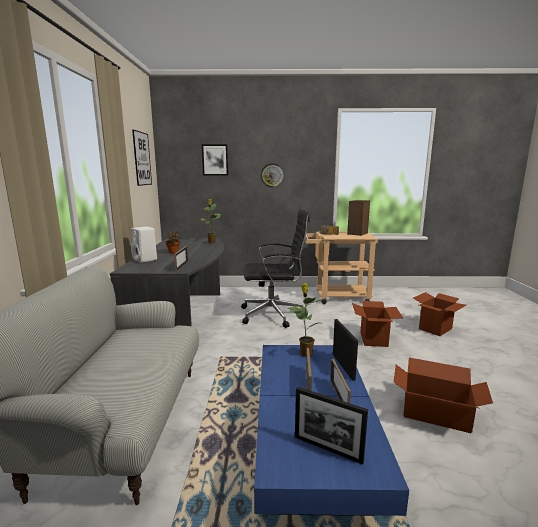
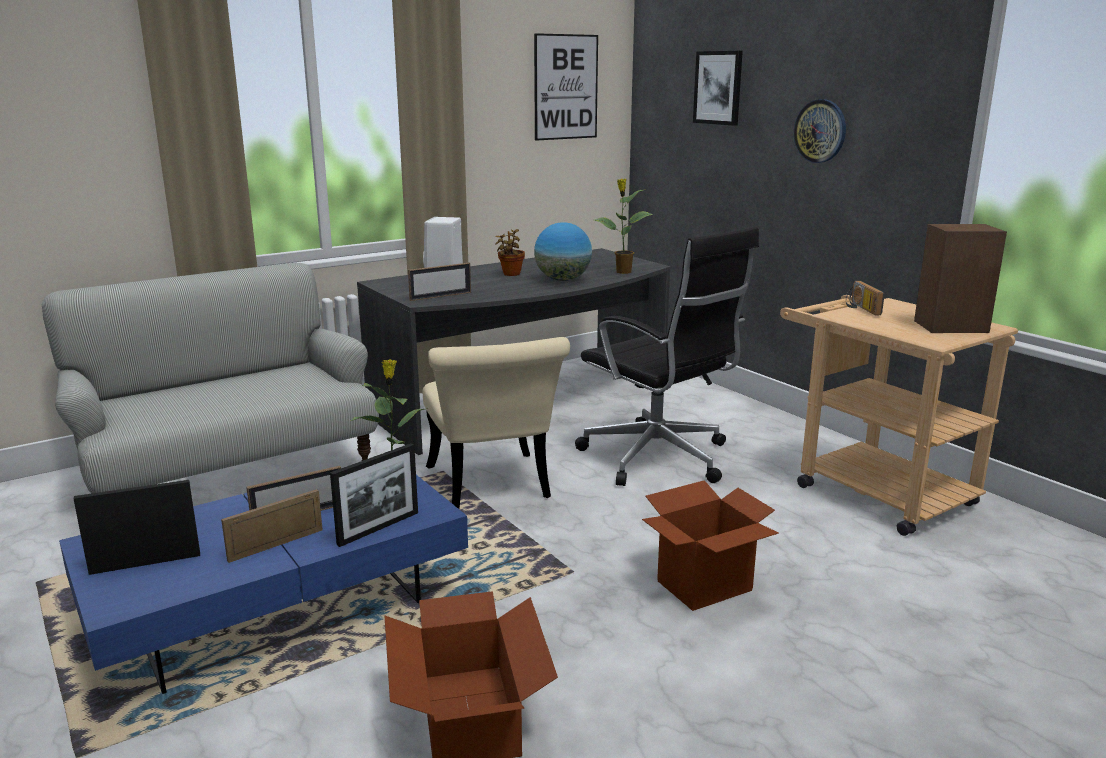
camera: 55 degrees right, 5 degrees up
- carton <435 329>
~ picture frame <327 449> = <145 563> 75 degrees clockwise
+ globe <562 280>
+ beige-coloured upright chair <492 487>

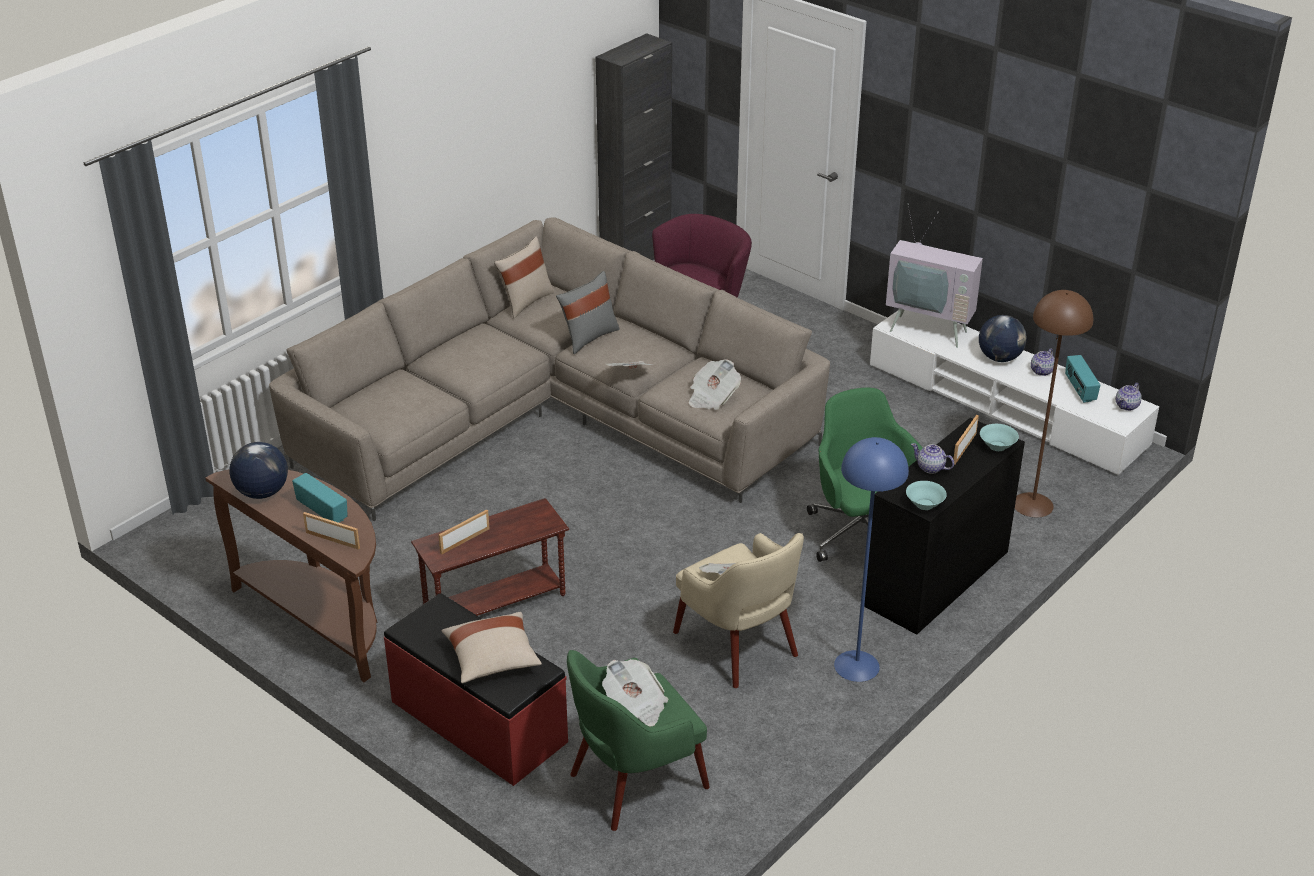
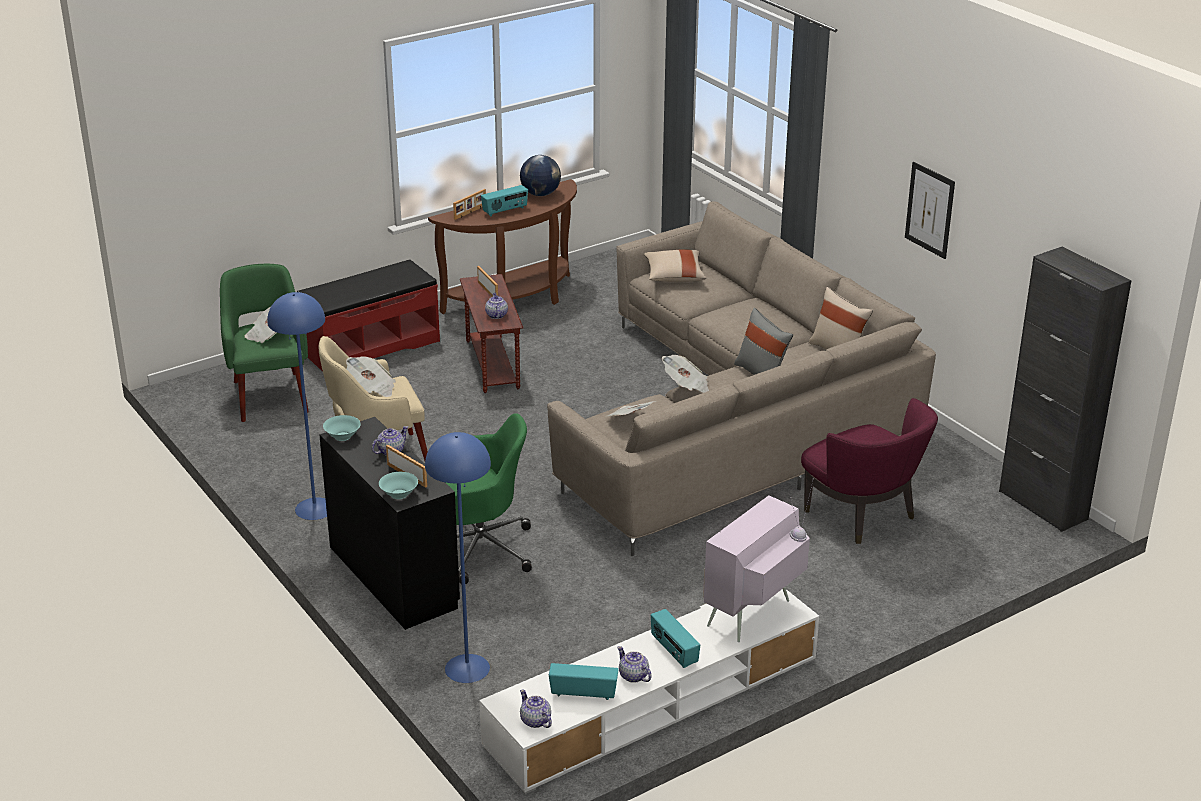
camera: 105 degrees right, 5 degrees down
~ brownish standing lamp <1033 505> to bluish standing lamp <467 668>
~ globe <999 358> to radio set <673 651>
~ beige-coloured throw pillow <492 659> to <674 276>
+ picture <929 210>
+ tea pot <496 315>

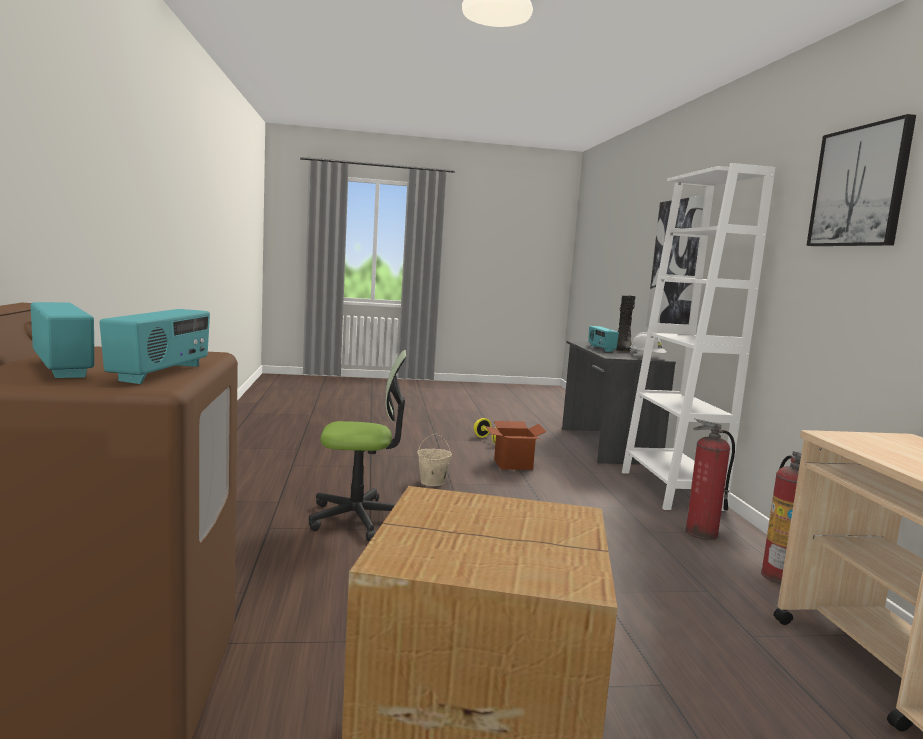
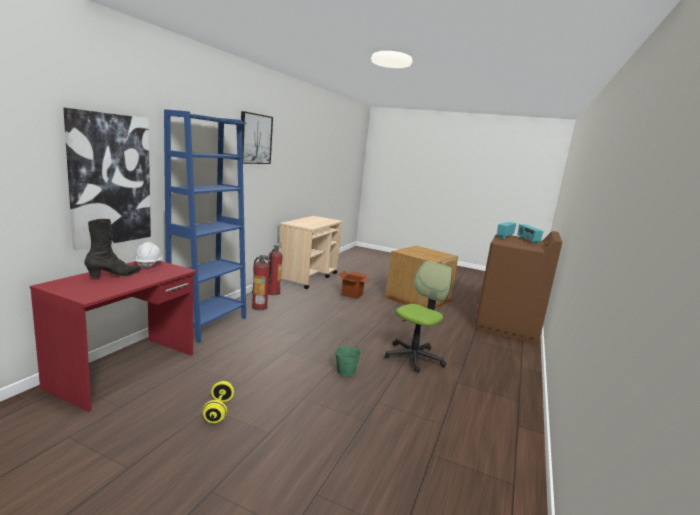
camera: 150 degrees left, 5 degrees up
~ white-coloured shelving unit <670 490> to bluish shelving unit <208 324>
- radio set <601 348>
~ greyish desk table <606 445> to red-coloured desk table <126 370>
~ office chair <359 518> = <414 357> 105 degrees clockwise
~ carton <513 464> to <352 294>
~ beige-coloured bucket <432 482> to greenish bucket <346 371>

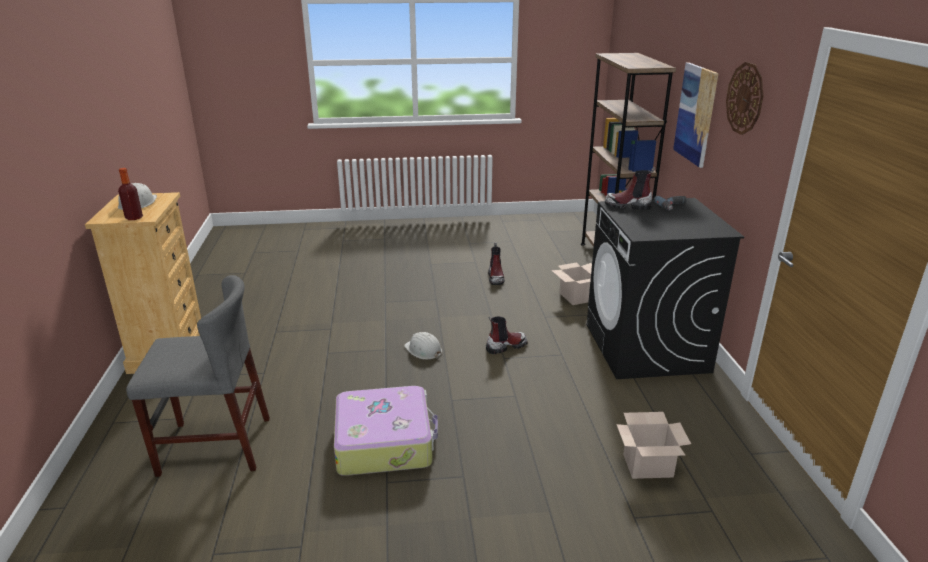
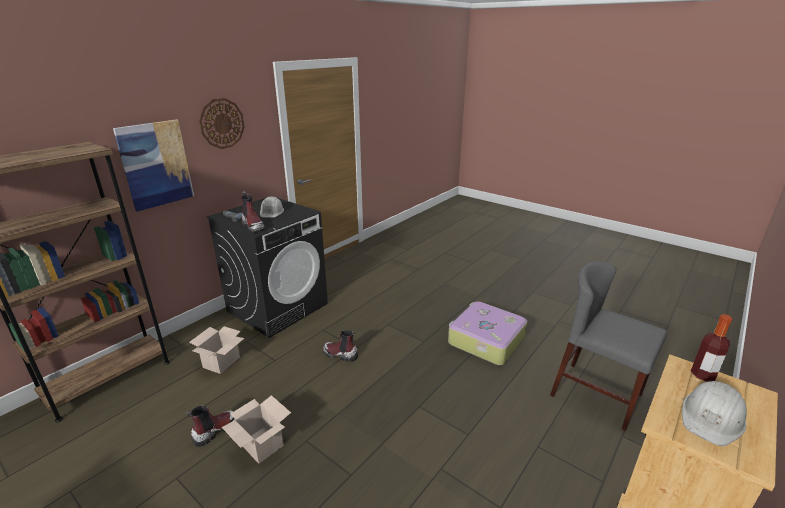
camera: 135 degrees left, 0 degrees up
~ white-coloured hard hat <423 350> to <272 212>
~ carton <648 465> to <260 444>

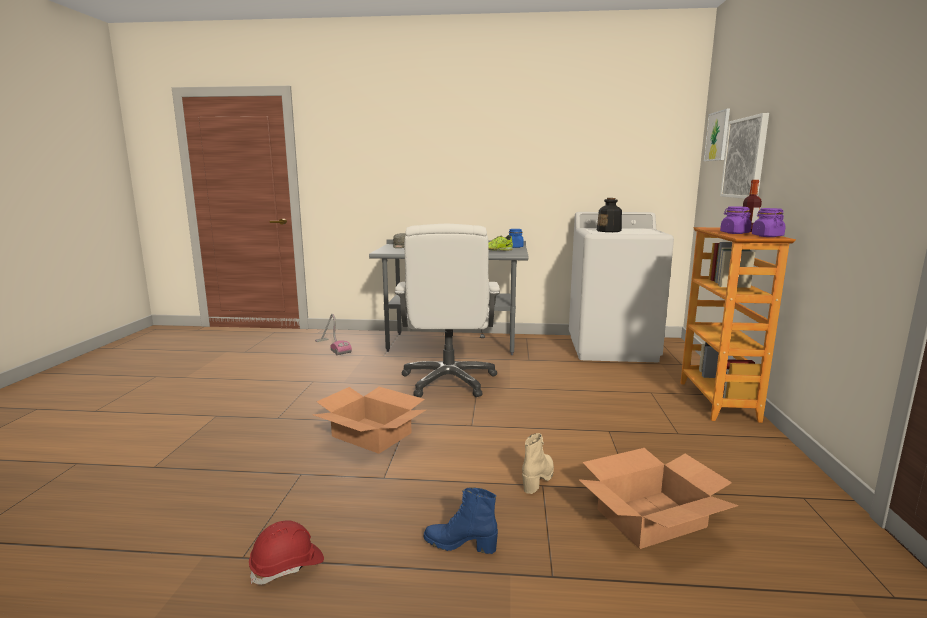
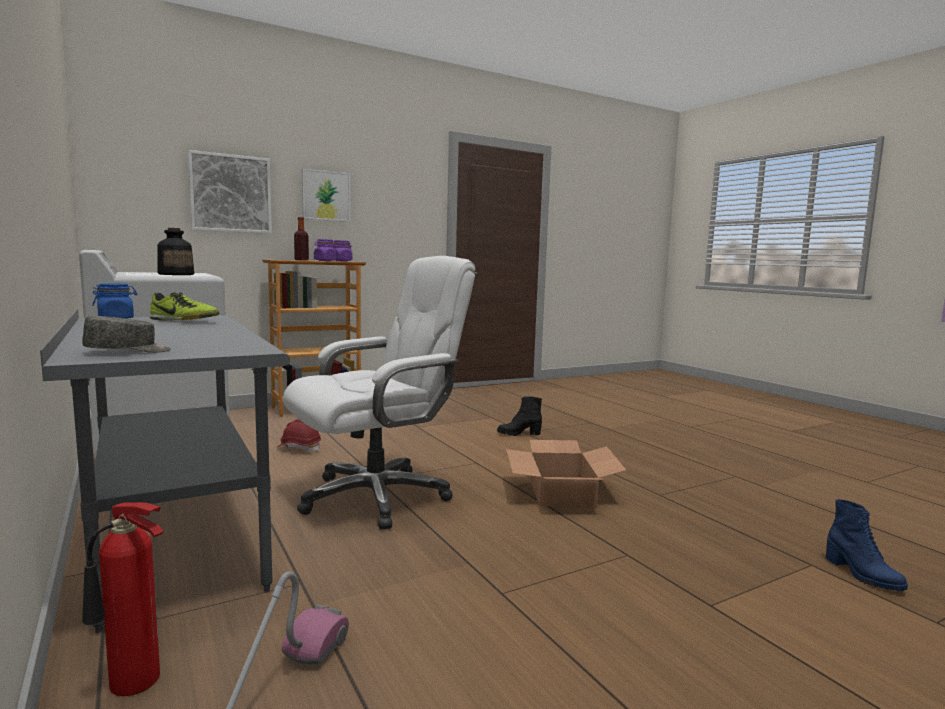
camera: 125 degrees left, 5 degrees down
~ picture <717 136> to <326 195>
~ beige-coloured boot <538 478> to blackish boot <518 434>
- carton <650 518>
~ bluish boot <460 544> to <862 575>
~ red-coloured hard hat <287 566> to <299 448>
+ extinguisher <133 685>

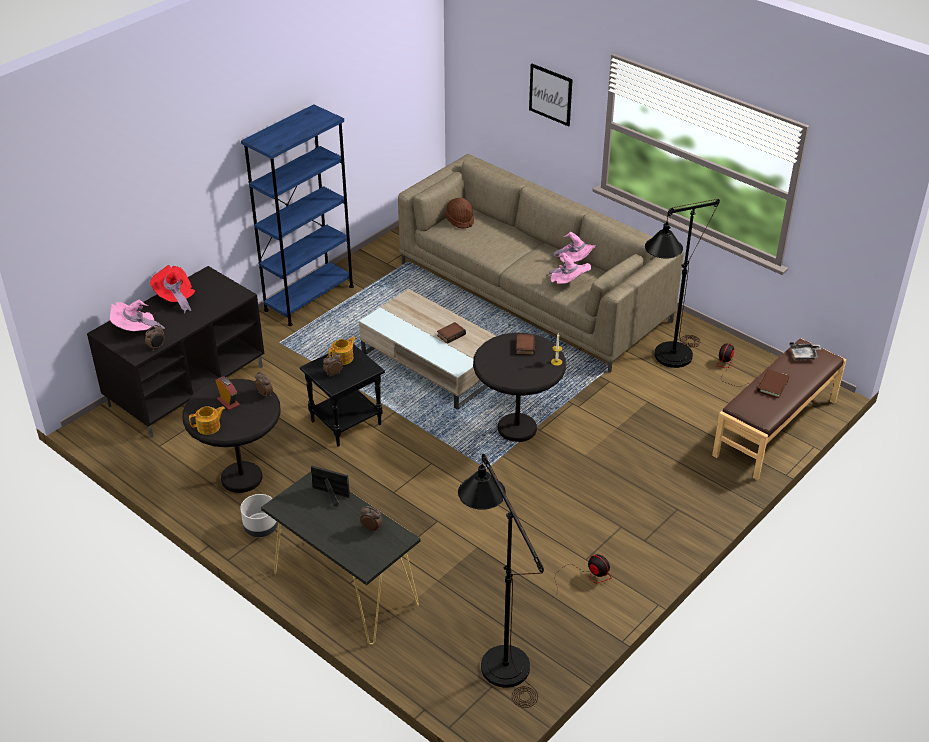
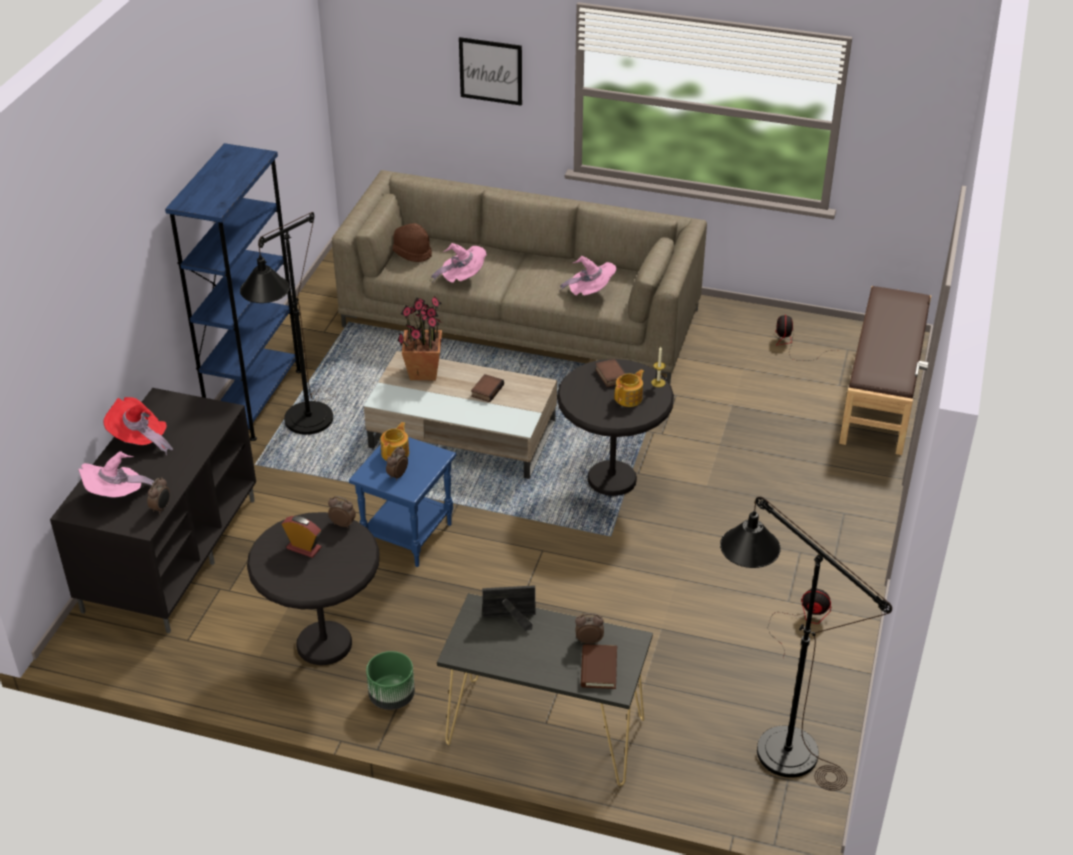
camera: 25 degrees left, 0 degrees up
~ blackish standing lamp <666 361> to <303 428>
~ pink hat <576 261> to <463 278>
- greyish carrying tray <804 355>
~ blackish side table <346 424> to bluish side table <408 537>
~ brownish bound book <772 385> to <598 669>
~ tea pot <209 427> to <629 398>
~ greyish flower pot <261 528> to greenish flower pot <392 696>
+ potted plant <423 372>

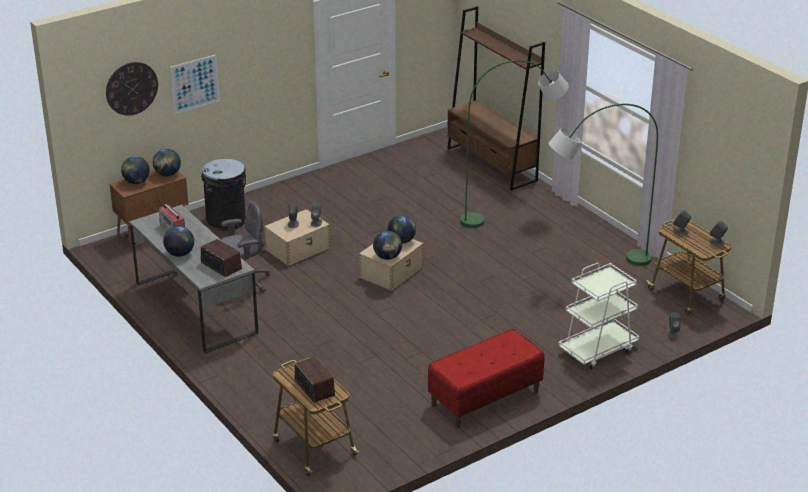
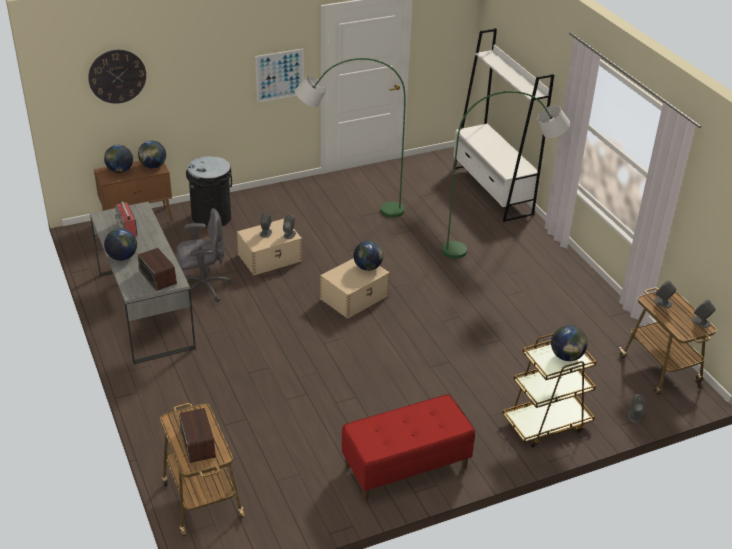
camera: 10 degrees right, 5 degrees up
~ brownish shelving unit <491 164> to white-coloured shelving unit <492 191>
~ picture <194 84> to <279 75>
~ greenish standing lamp <593 265> to <347 211>
~ globe <387 257> to <566 356>
~ white-coloured trolley <598 349> to brownish trolley <546 424>

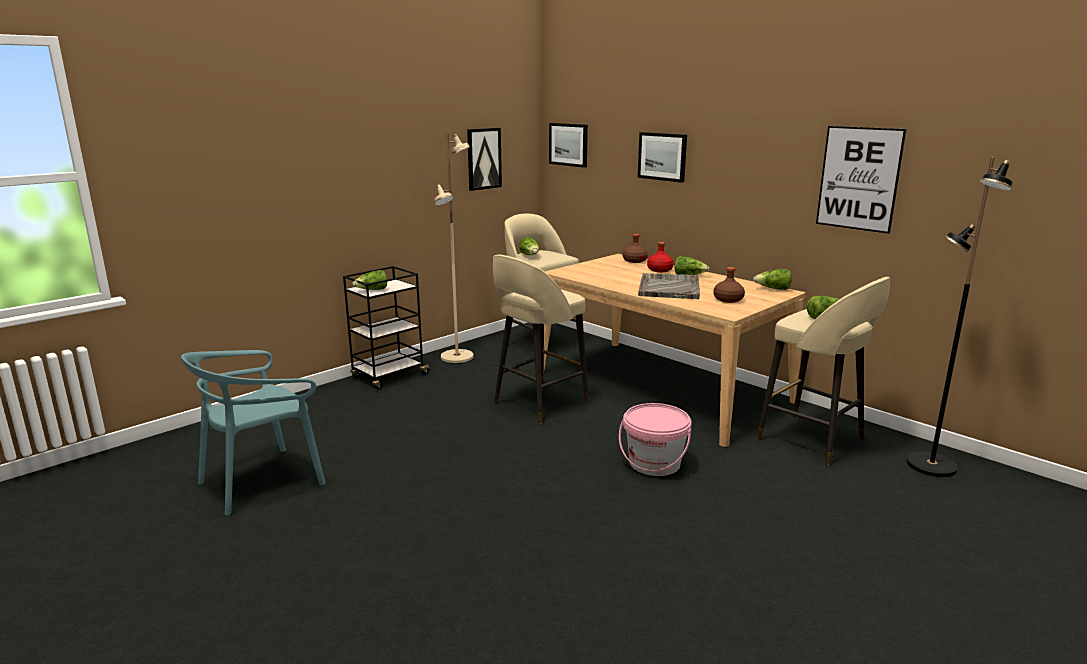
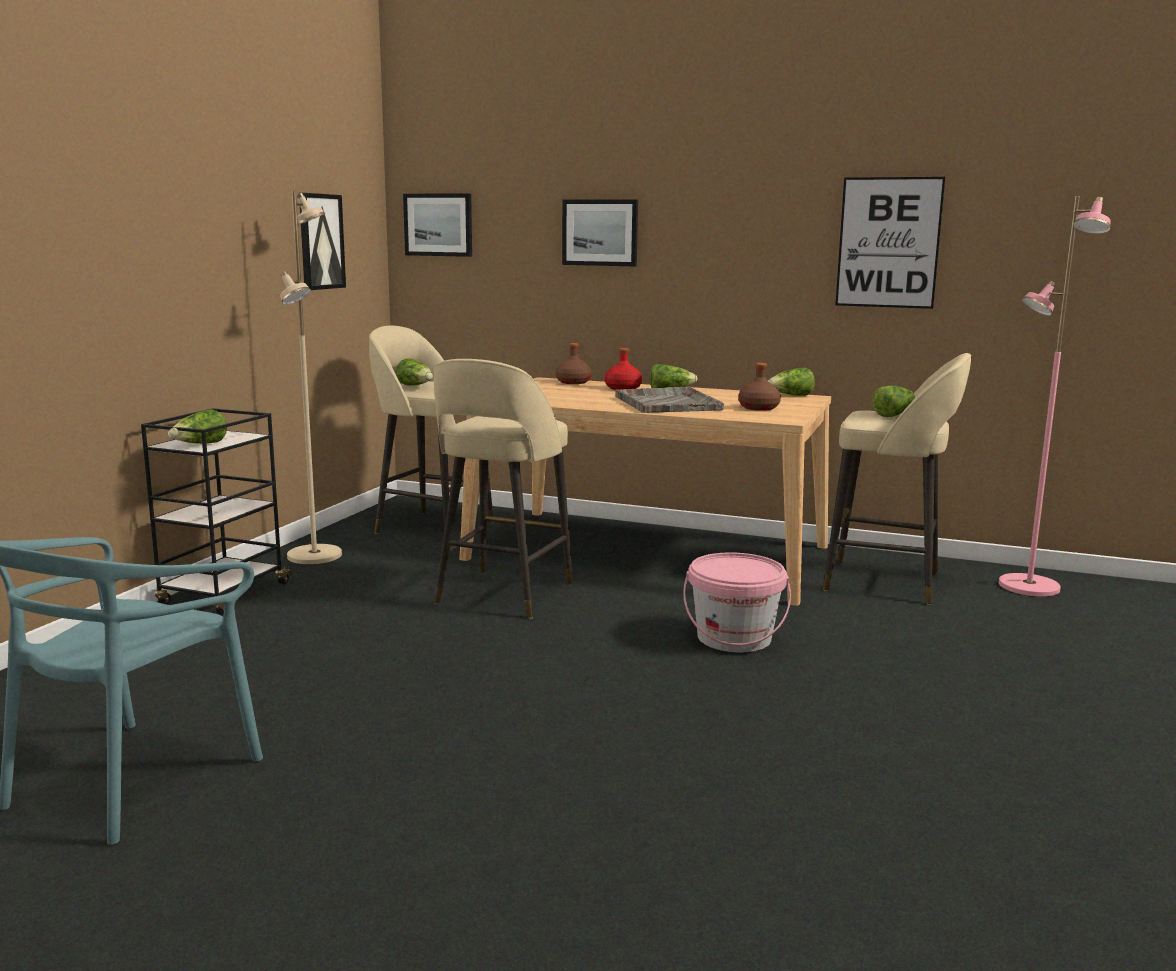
camera: 25 degrees left, 5 degrees down
~ blackish standing lamp <930 465> to pink standing lamp <1028 587>

